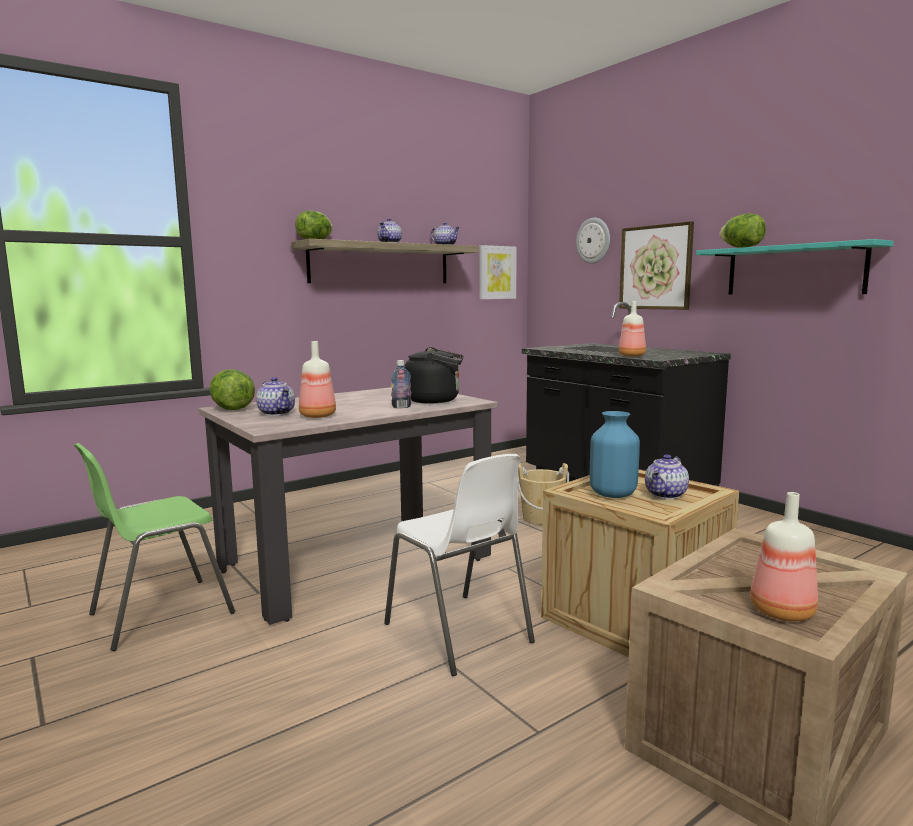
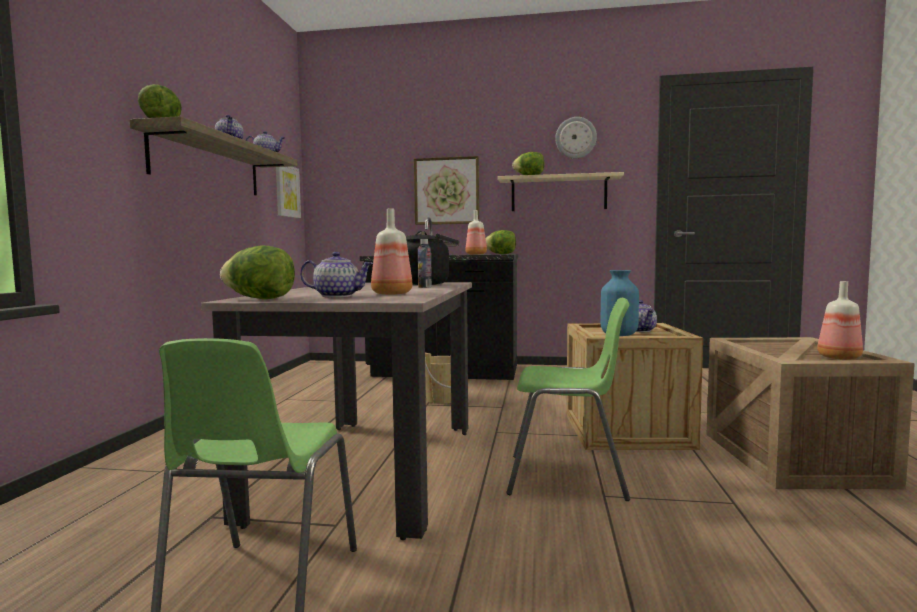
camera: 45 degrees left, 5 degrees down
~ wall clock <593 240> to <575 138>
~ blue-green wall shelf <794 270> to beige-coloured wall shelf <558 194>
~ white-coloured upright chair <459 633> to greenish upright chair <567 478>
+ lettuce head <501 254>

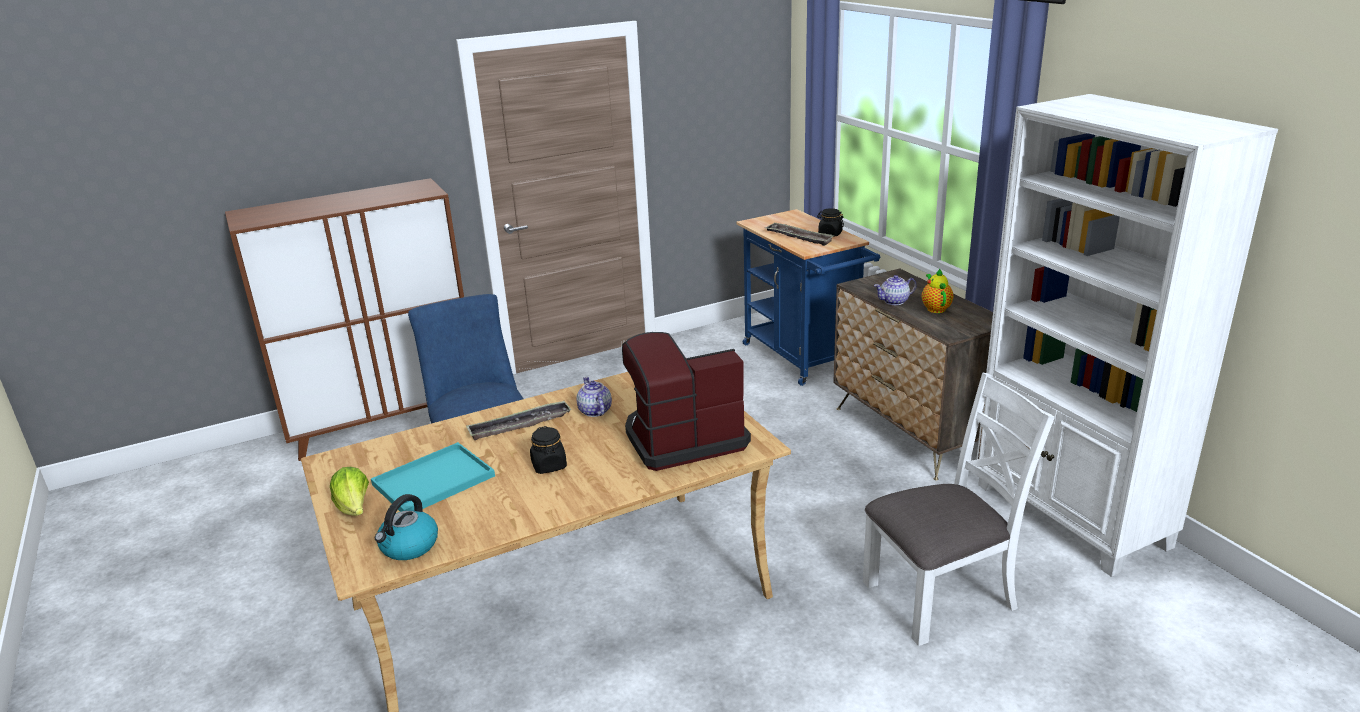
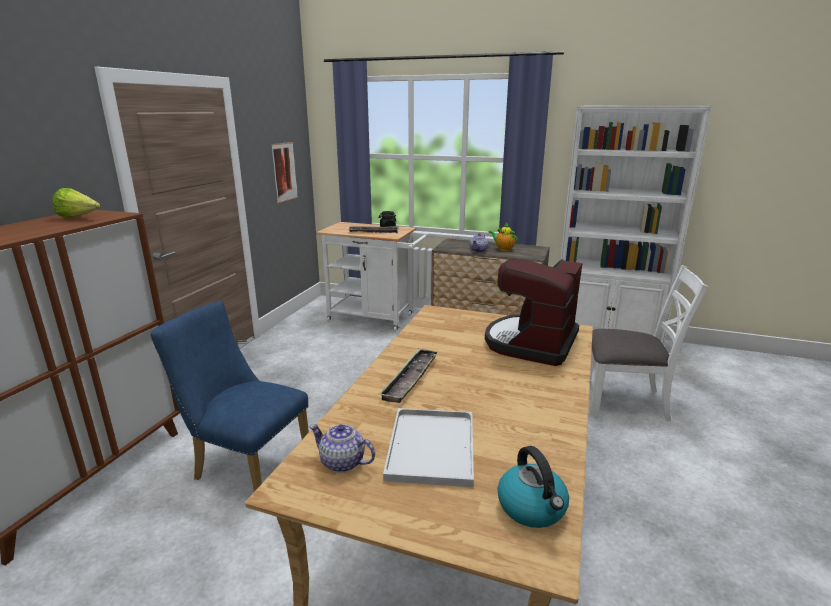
camera: 45 degrees left, 5 degrees down
~ bluish trolley <804 359> to white-coloured trolley <376 319>
~ white-coloured upright chair <941 595> = <625 401> 75 degrees clockwise
~ tea pot <594 411> to <342 463>
- blackish preserve jar <549 465>
~ blue-green carrying tray <432 481> to white-coloured carrying tray <432 448>
~ lettuce head <354 509> to <79 218>
+ picture <284 172>

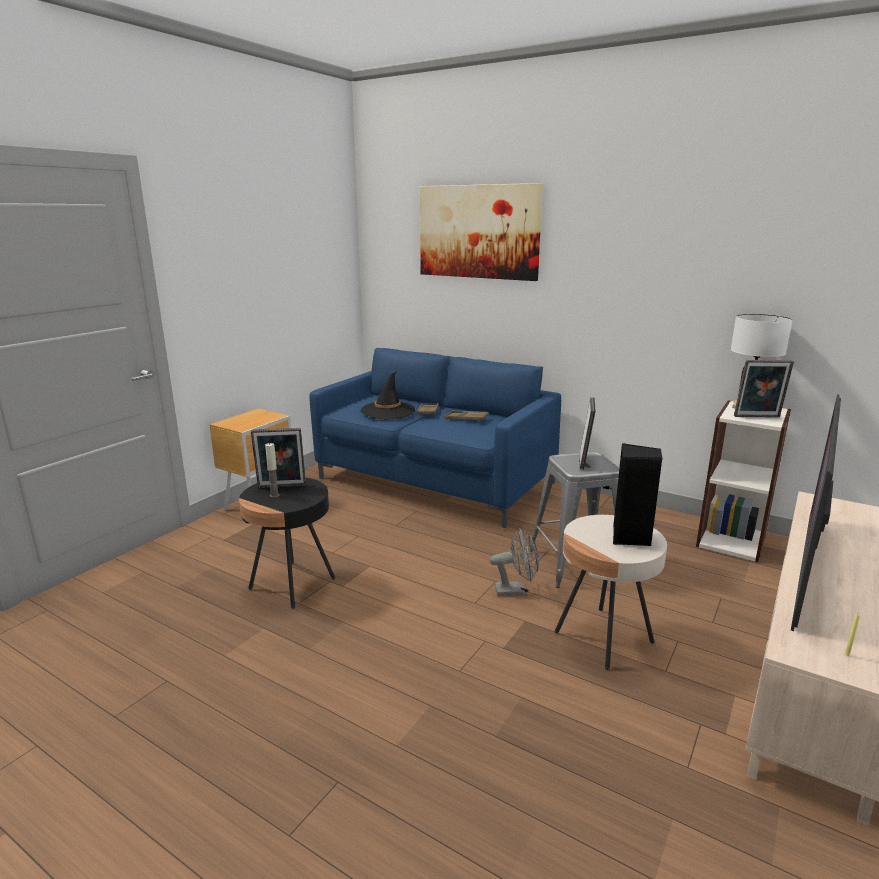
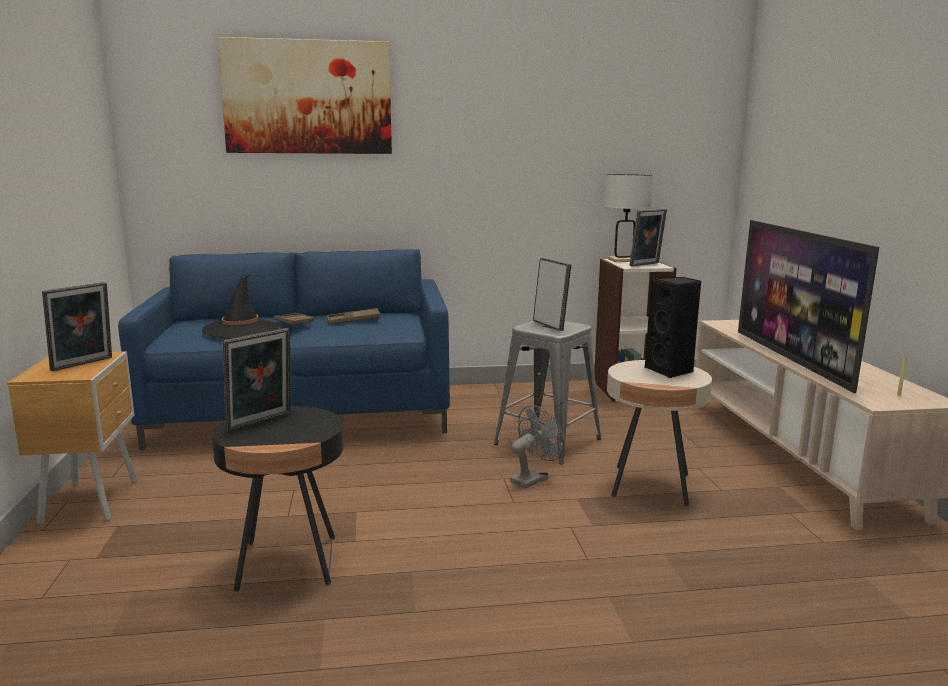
camera: 40 degrees left, 5 degrees down
- candle <274 495>
+ picture frame <84 364>

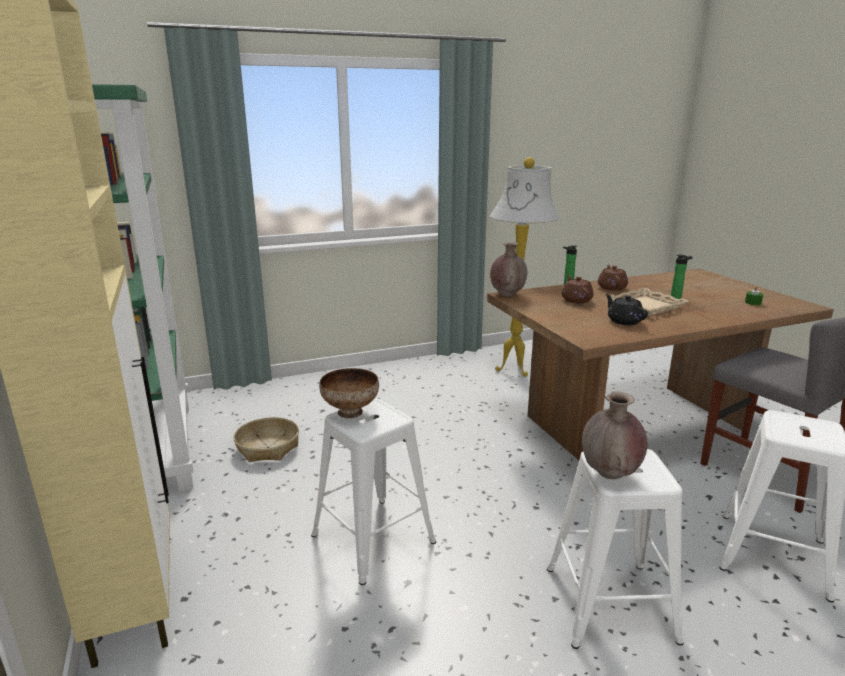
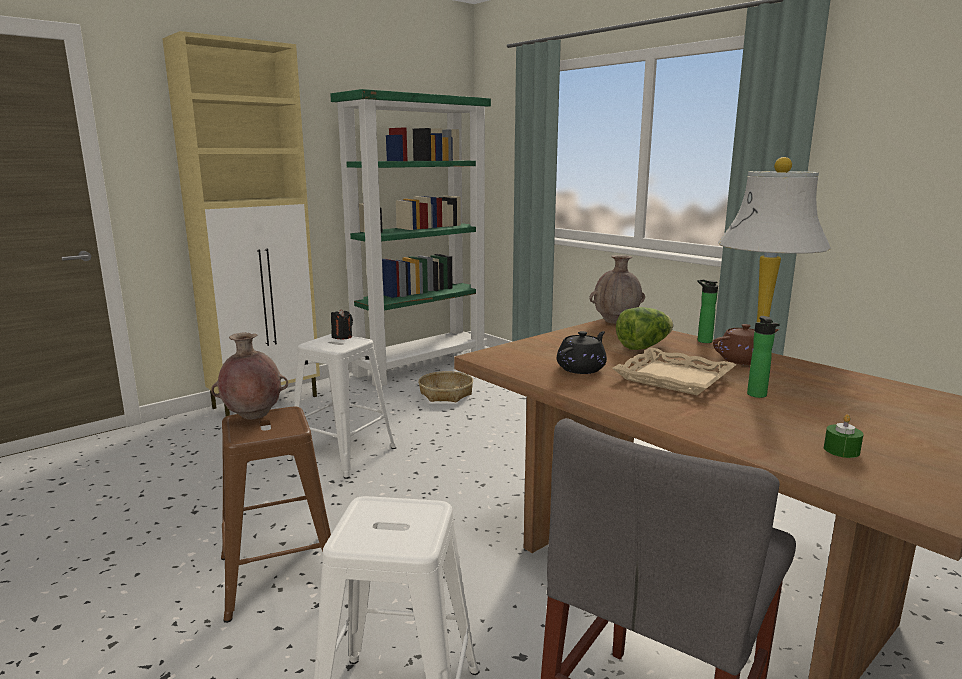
camera: 70 degrees right, 5 degrees down
~ brownish tea pot <576 300> to lettuce head <643 347>
~ bowl <351 412> to blackish candle <342 337>
~ white-coloured stool seat <609 604> to brownish stool seat <278 574>

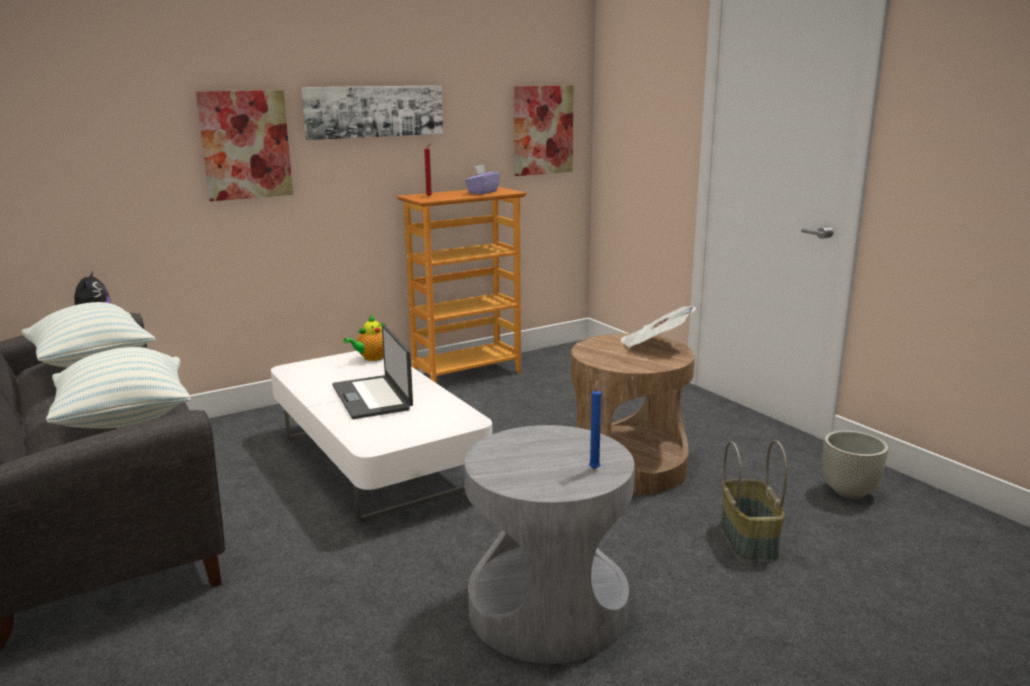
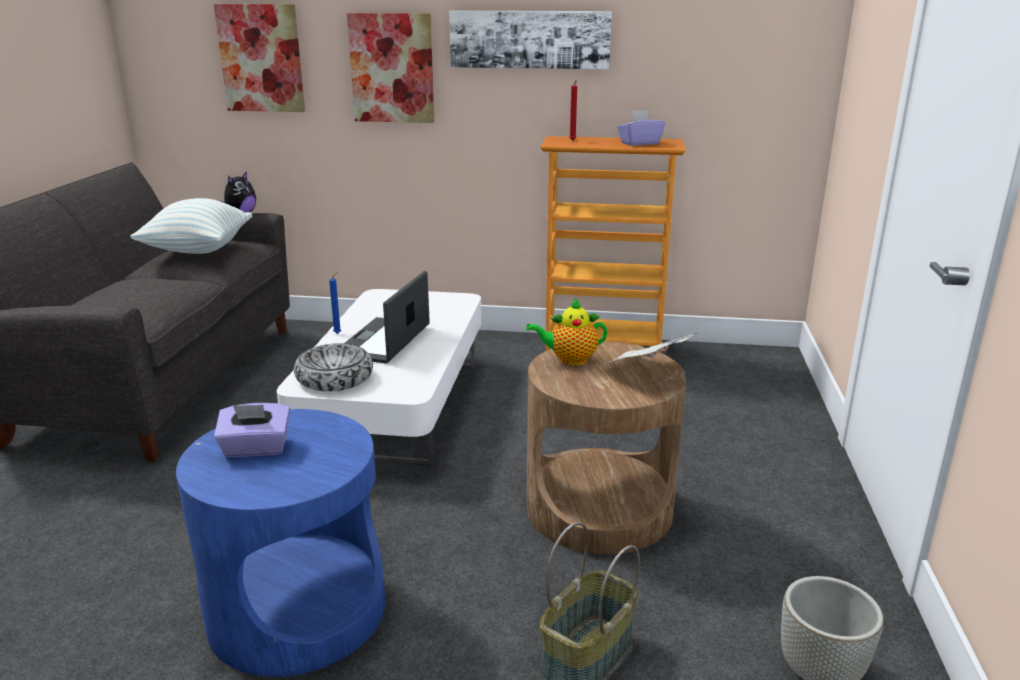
camera: 40 degrees right, 5 degrees up
~ picture <542 130> to <261 58>
~ tea pot <371 358> to <569 359>
- throw pillow <125 420>
~ bluish candle <594 468> to <338 333>
~ greyish side table <548 609> to bluish side table <297 610>
+ bowl <334 378>
+ purplish tissue holder <256 449>

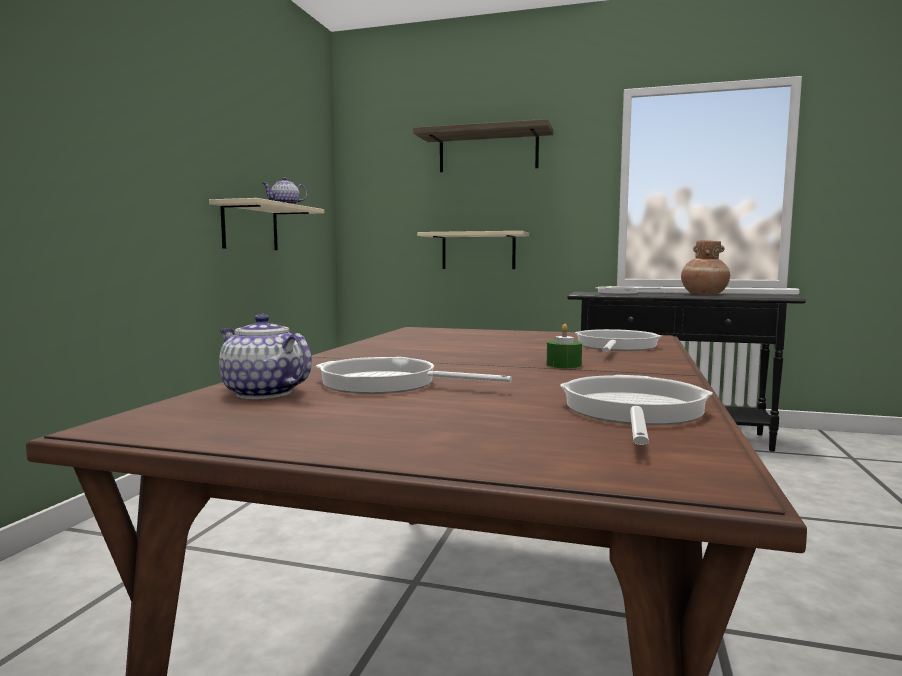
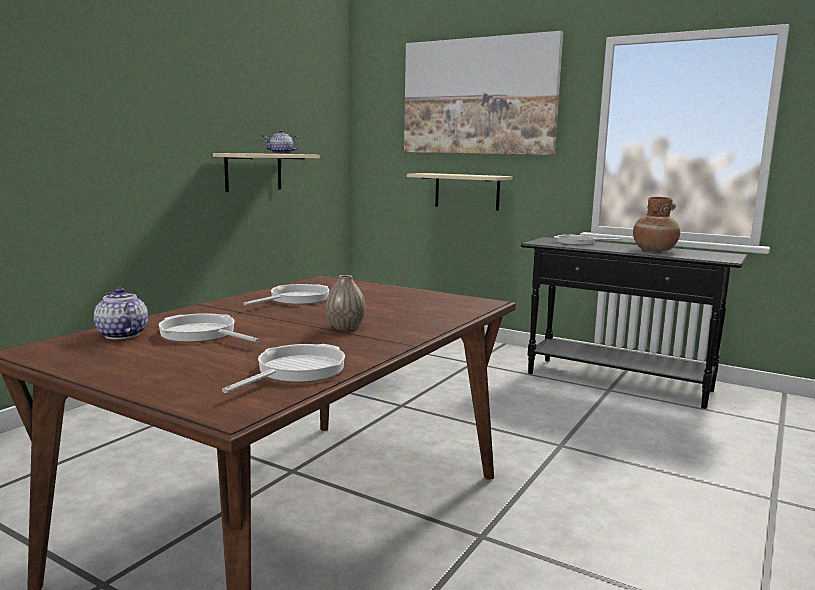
camera: 15 degrees right, 5 degrees up
~ wall shelf <488 151> to picture <478 97>
~ greenish candle <563 365> to vase <345 327>
~ skillet <615 346> to <296 299>

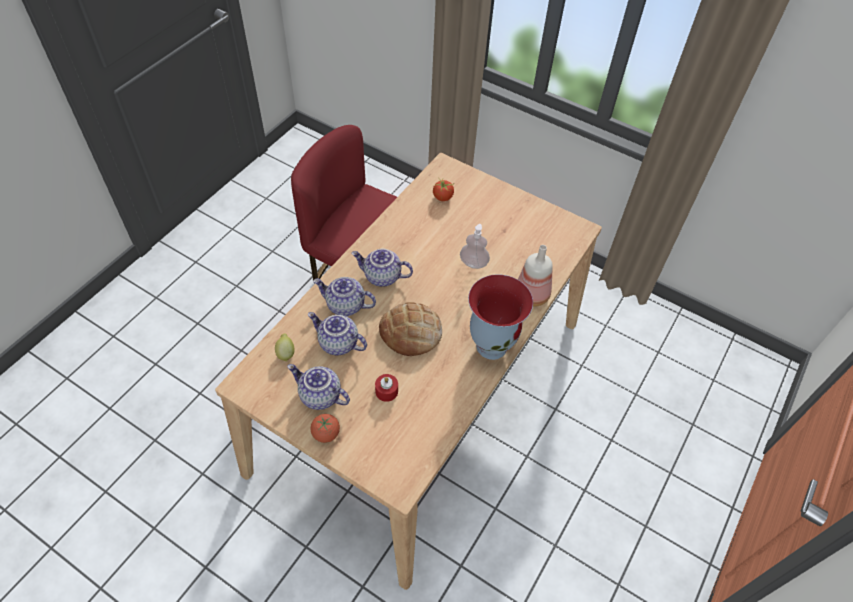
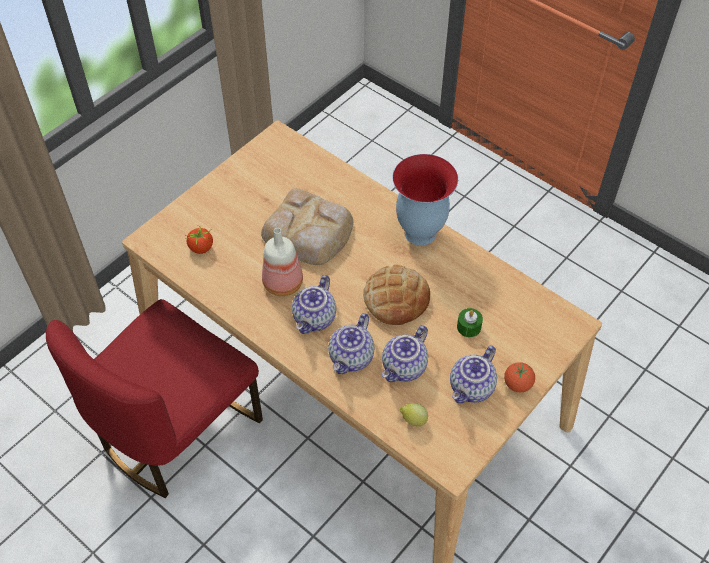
camera: 80 degrees left, 0 degrees up
~ soap dispenser <473 263> to bakery bread <309 232>
~ drink bottle <532 295> to <282 282>
~ red-coloured candle <386 391> to greenish candle <469 327>

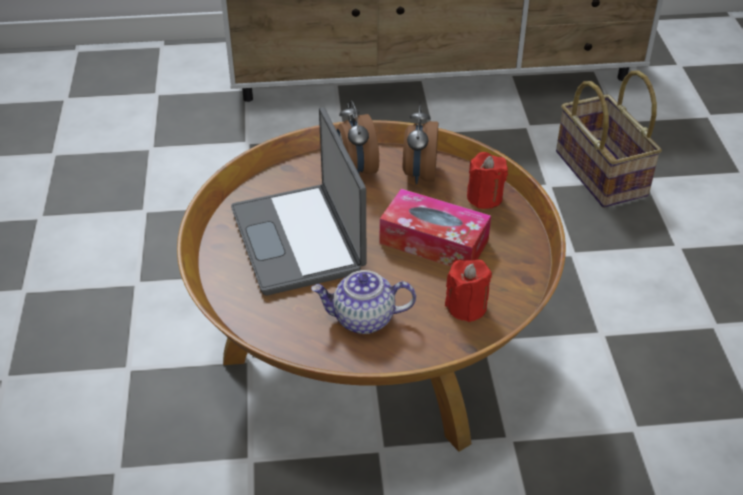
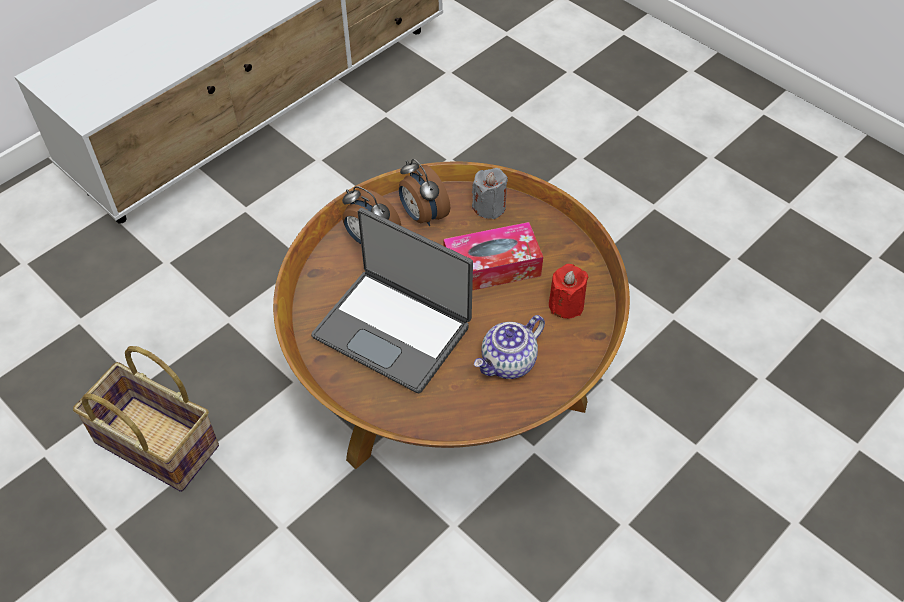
camera: 40 degrees left, 10 degrees up
~ storage basket <599 173> to <155 445>
~ red-coloured candle <484 197> to greyish candle <489 207>

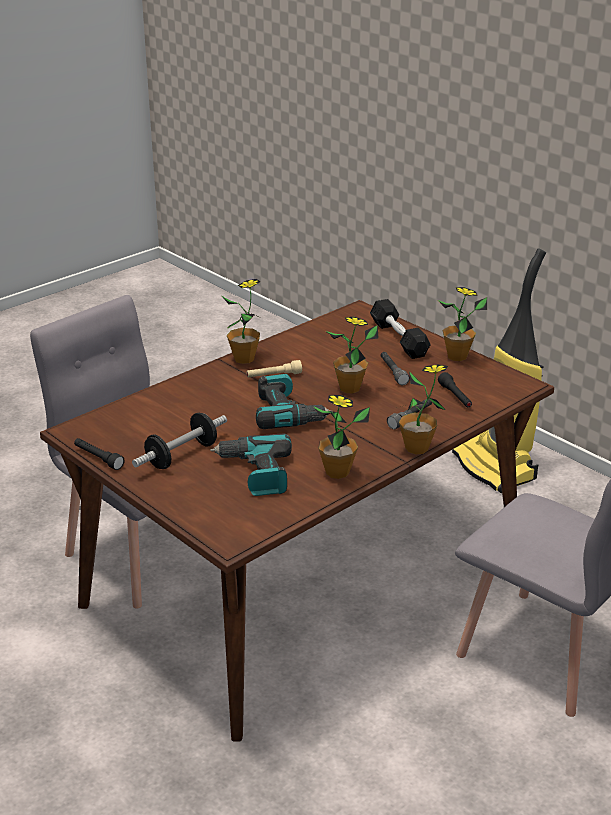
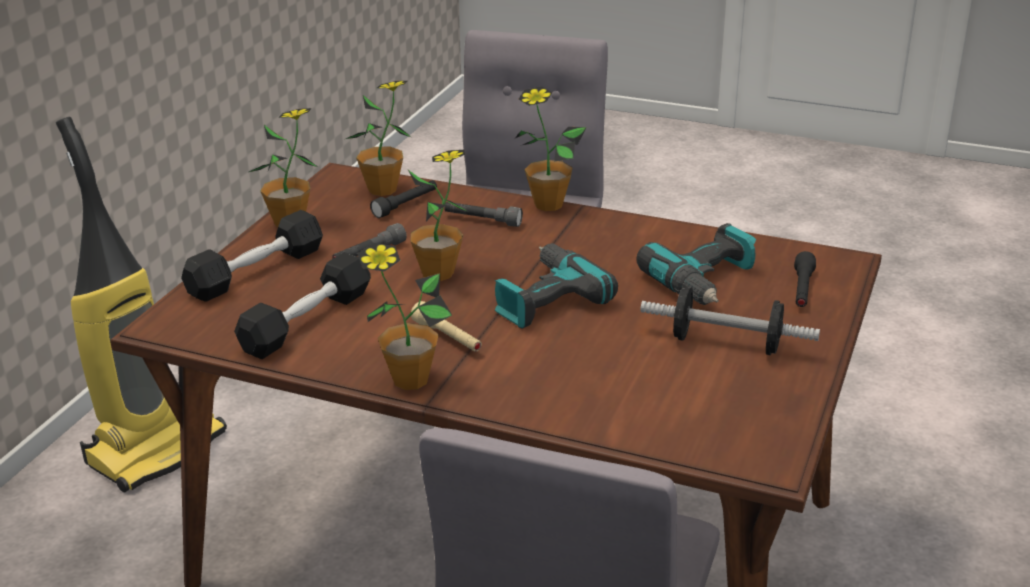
camera: 115 degrees left, 0 degrees up
~ potted plant <337 472> to <382 190>
~ blackish flashlight <98 458> to <802 290>
+ blackish dumbbell <307 321>

